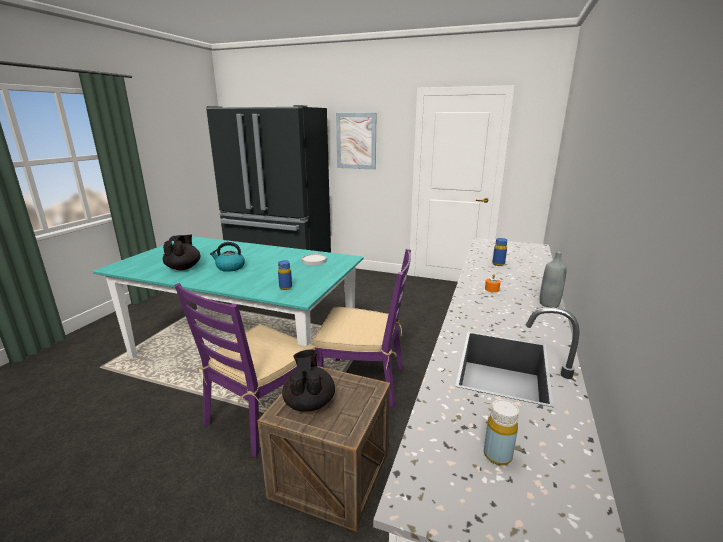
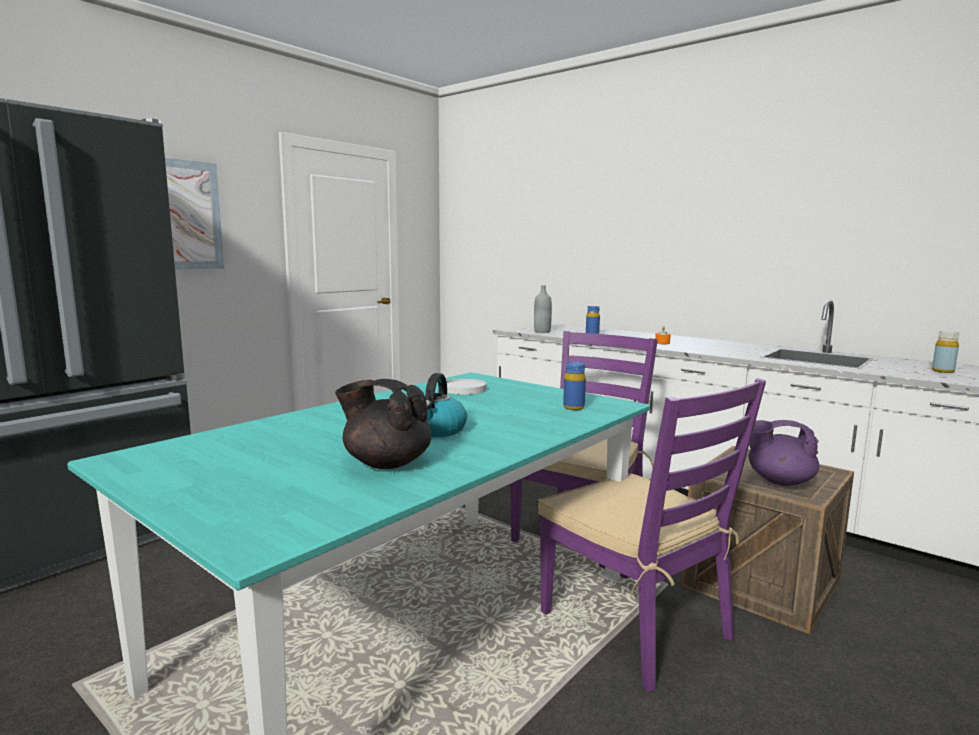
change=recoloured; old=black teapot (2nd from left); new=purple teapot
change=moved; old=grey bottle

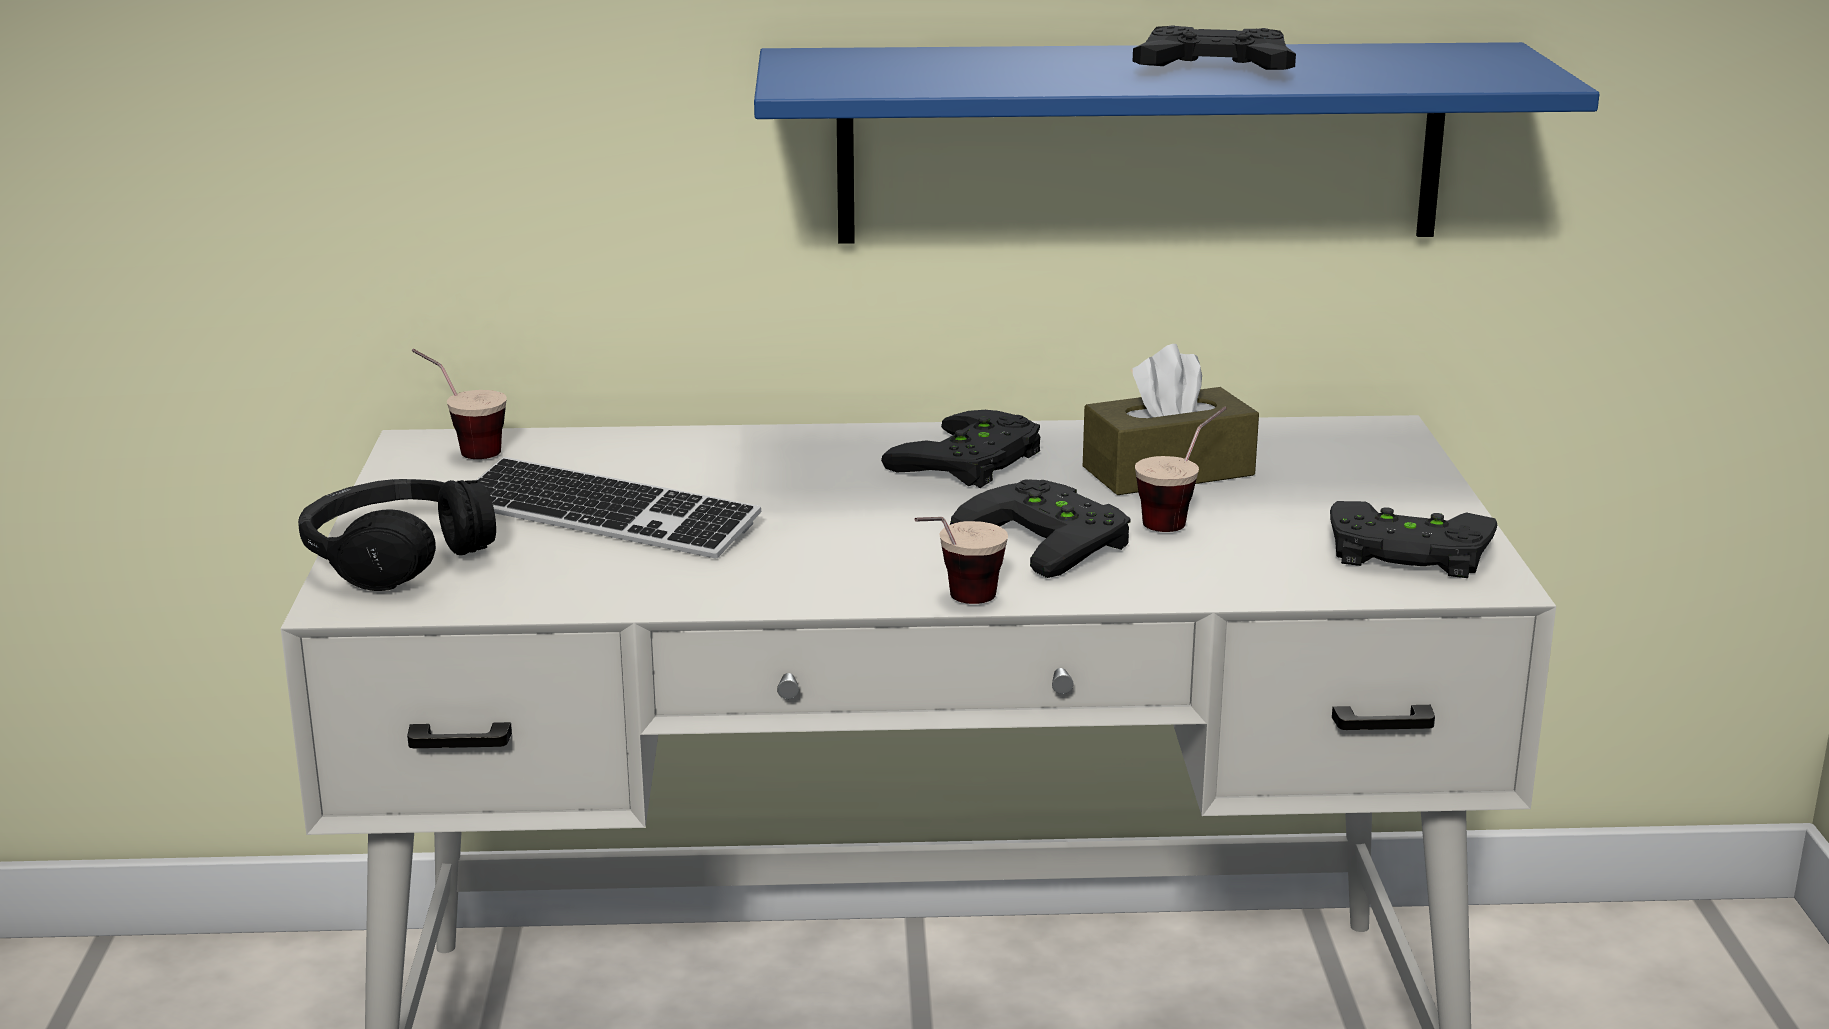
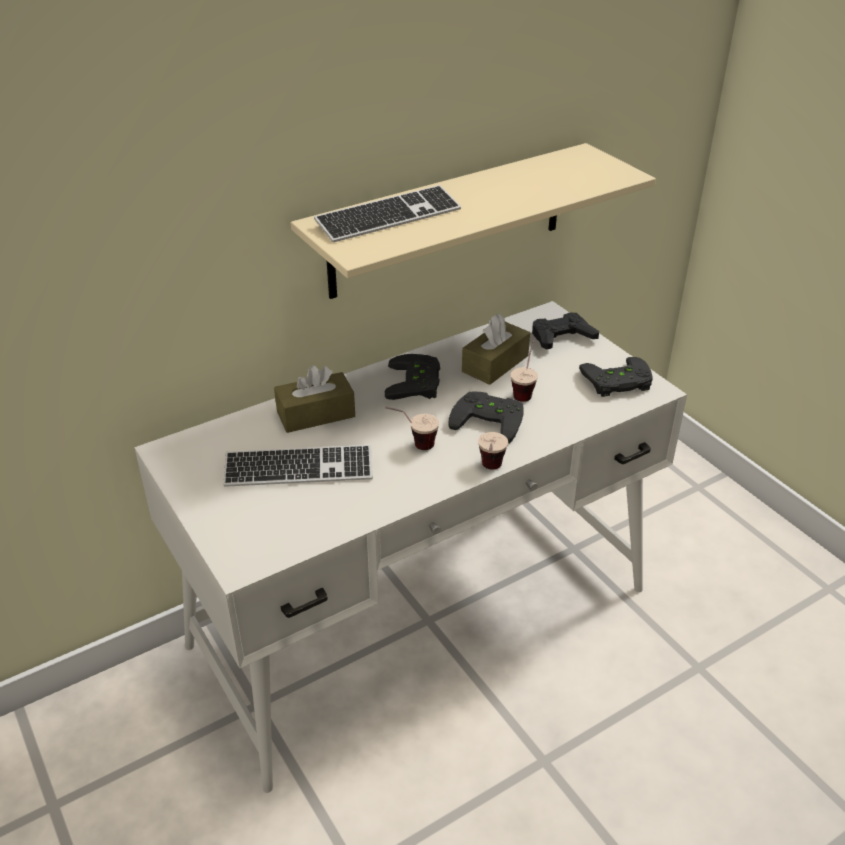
change=removed; old=black headphones
change=moved; old=cup (1st from left)
change=recoloured; old=blue shelf; new=beige shelf
change=moved; old=black game controller (3rd from left)
change=added; new=brown tissue box (1st from left)
change=added; new=keyboard (2nd from left)

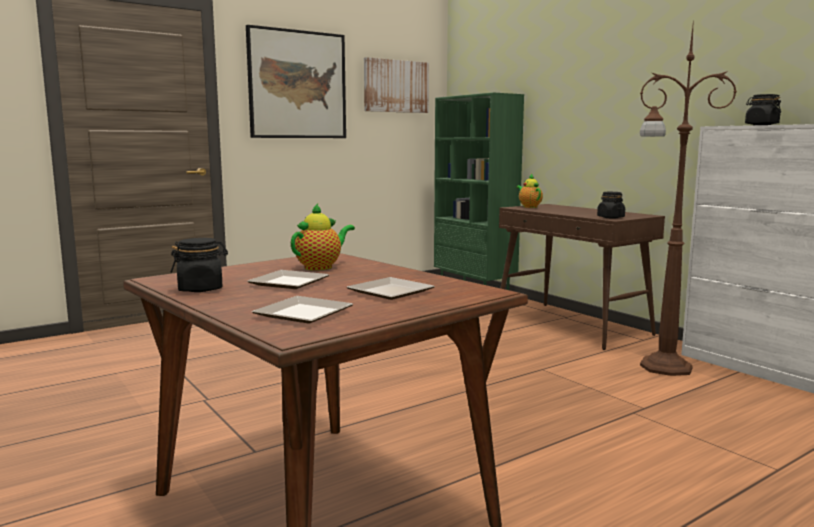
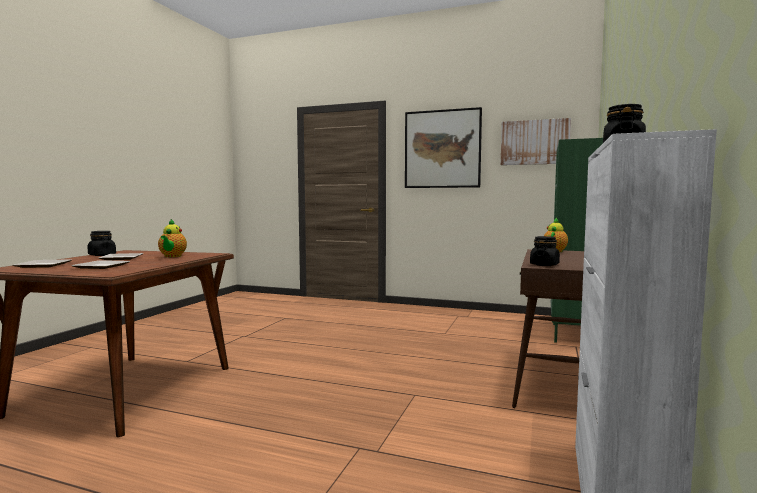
change=turned; old=teapot (1st from left); degrees=75
change=removed; old=brown floor lamp

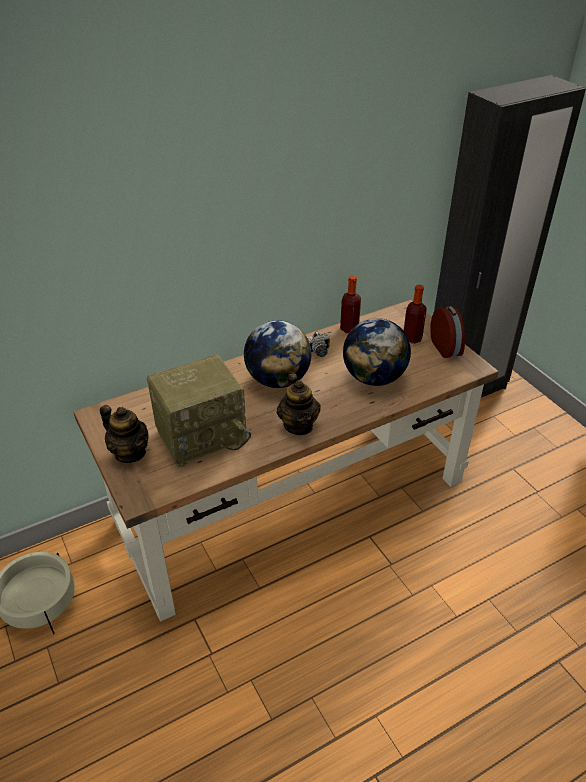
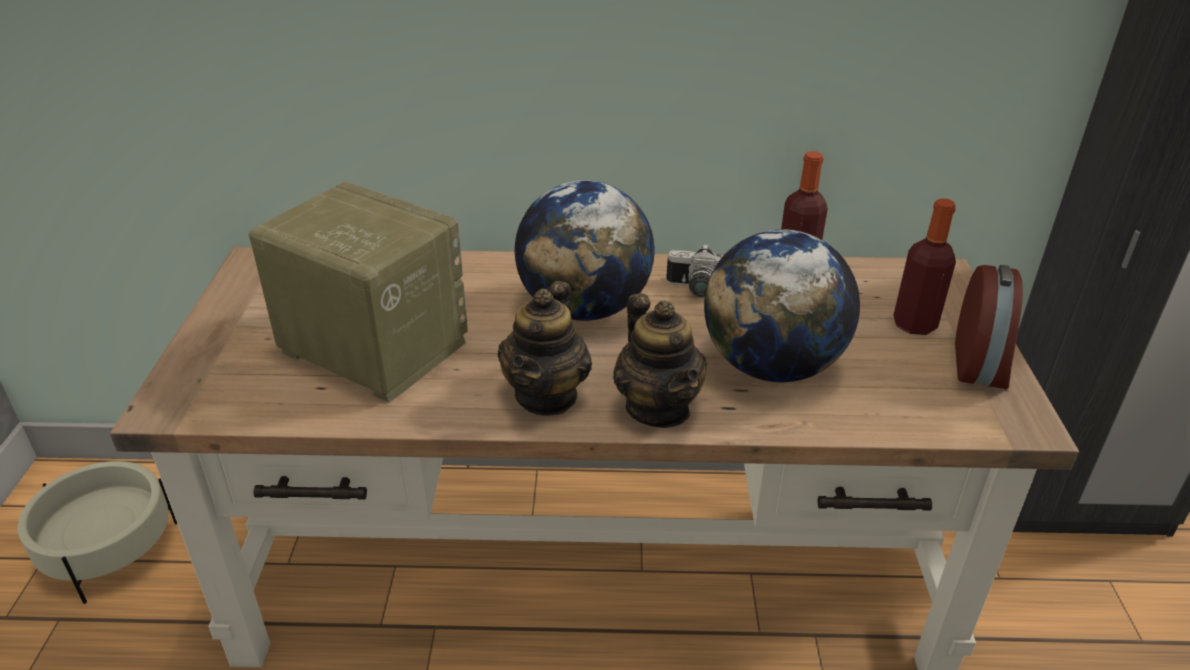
change=moved; old=teapot (1st from left in the first image); new=teapot (2nd from left)
change=turned; old=radio; degrees=-150

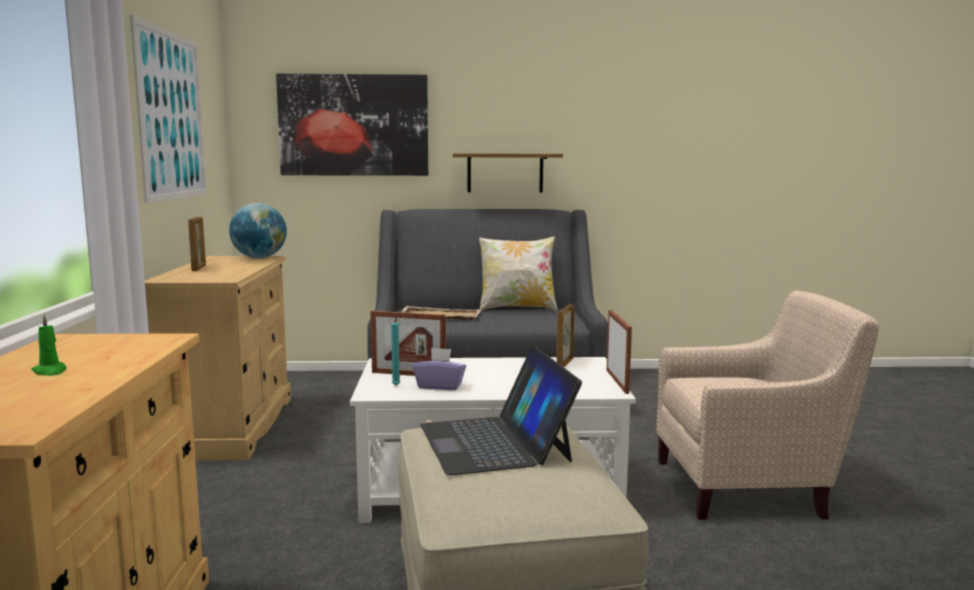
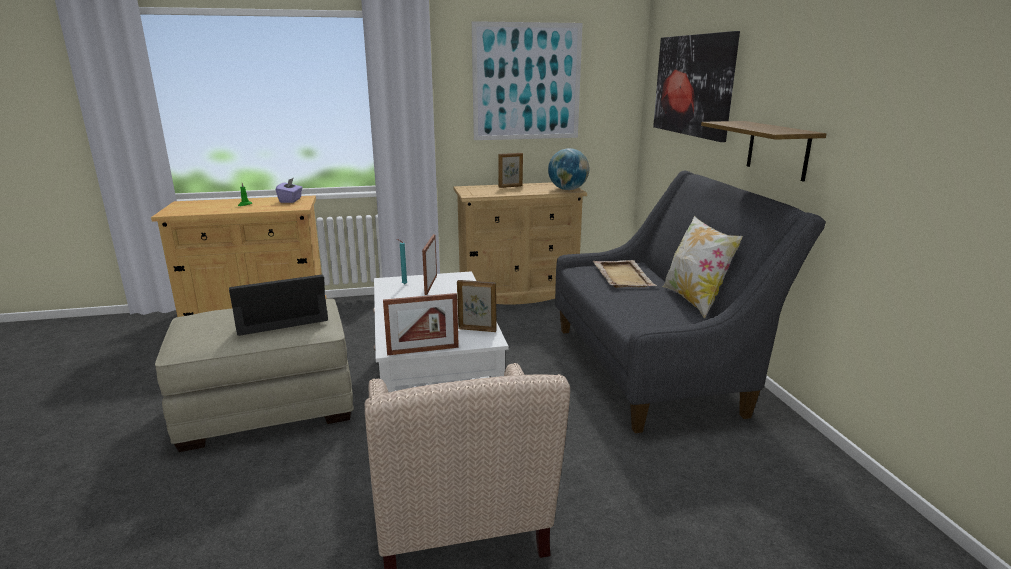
change=moved; old=purple tissue box

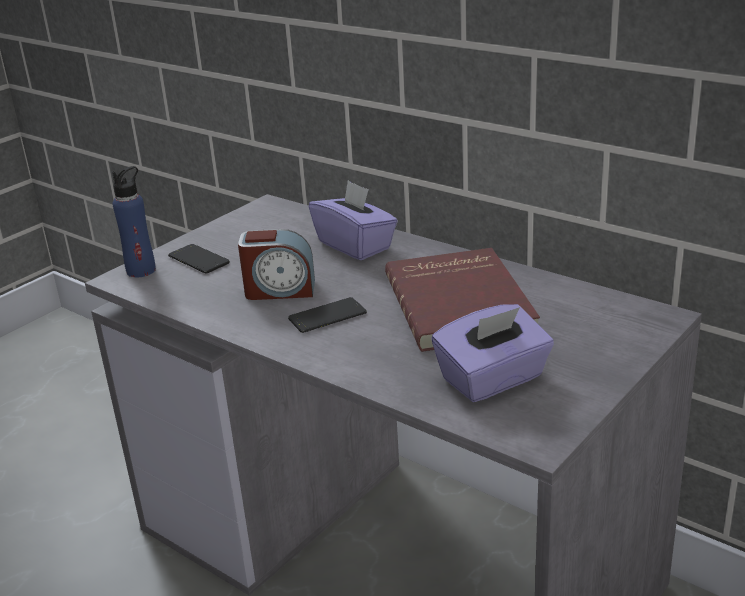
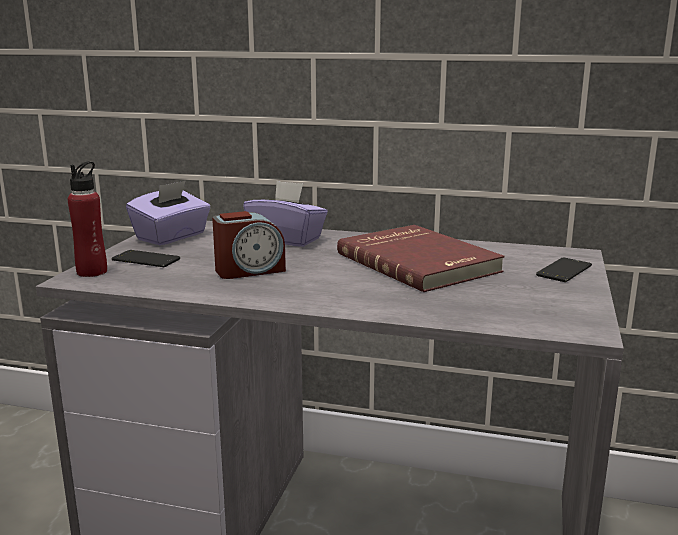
change=recoloured; old=blue bottle; new=red bottle
change=moved; old=phone (2nd from left)
change=moved; old=purple tissue box (2nd from left in the first image); new=purple tissue box (1st from left)

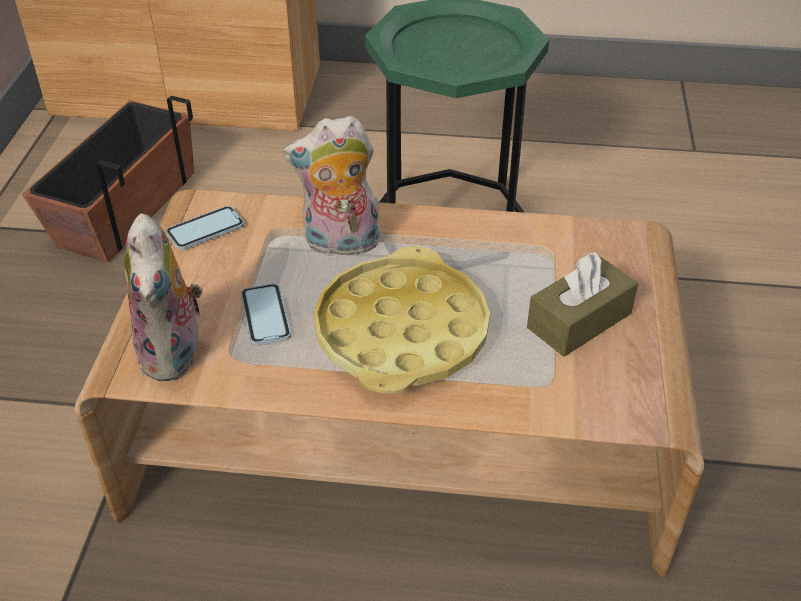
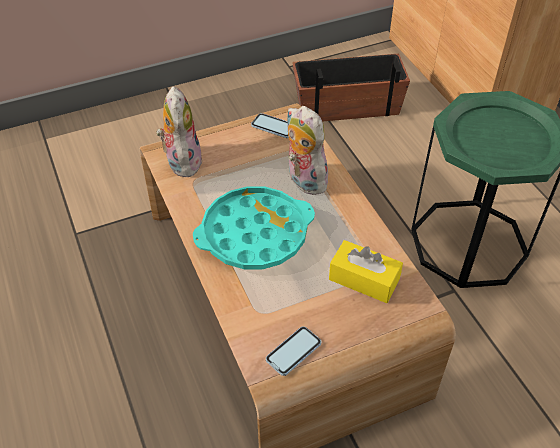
change=turned; old=plush toy (1st from left); degrees=120
change=moved; old=phone (2nd from left)
change=recoloured; old=yellow tray; new=turquoise tray
change=removed; old=brown tissue box
change=added; new=yellow tissue box

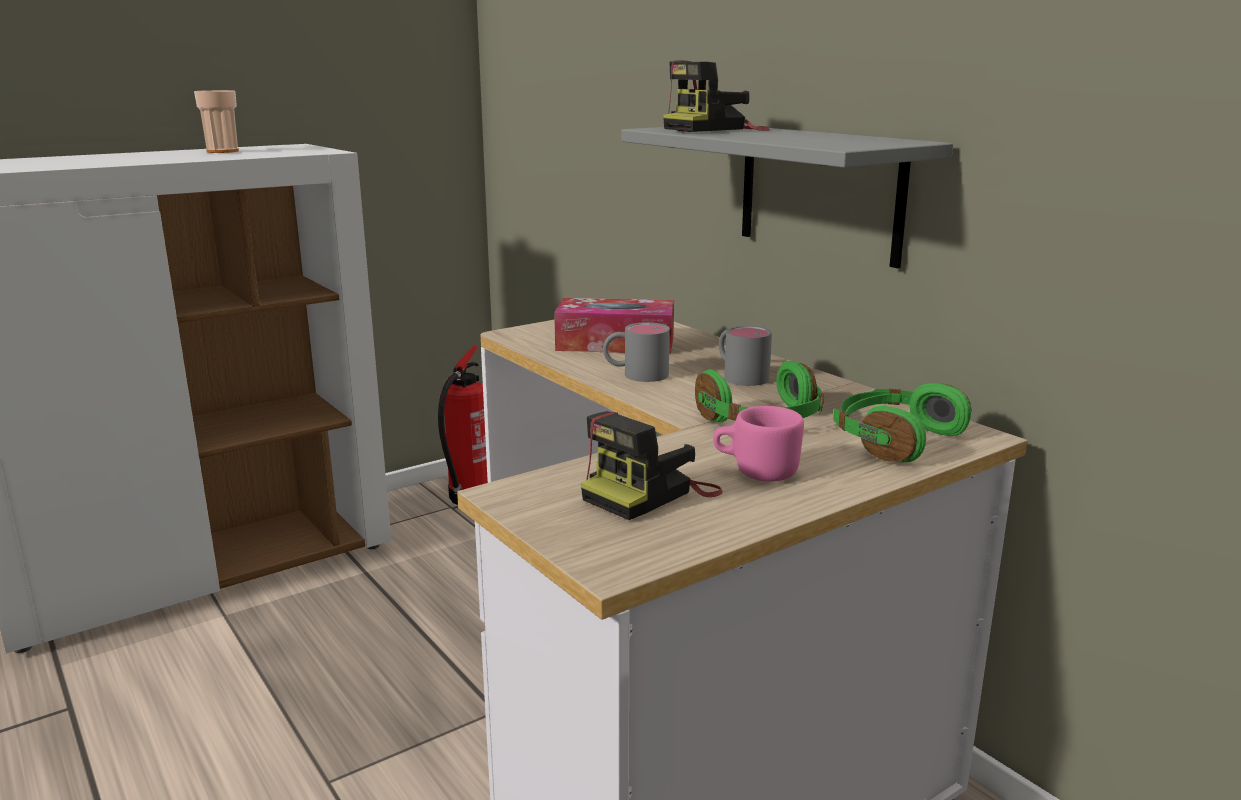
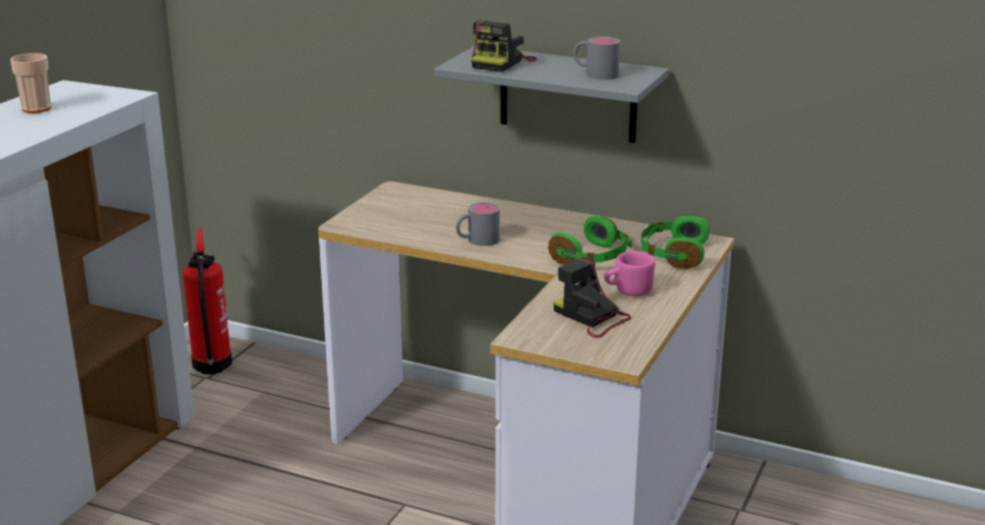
change=removed; old=tissue box
change=turned; old=photo camera (1st from left in the first image); degrees=120
change=moved; old=grey mug (2nd from left)

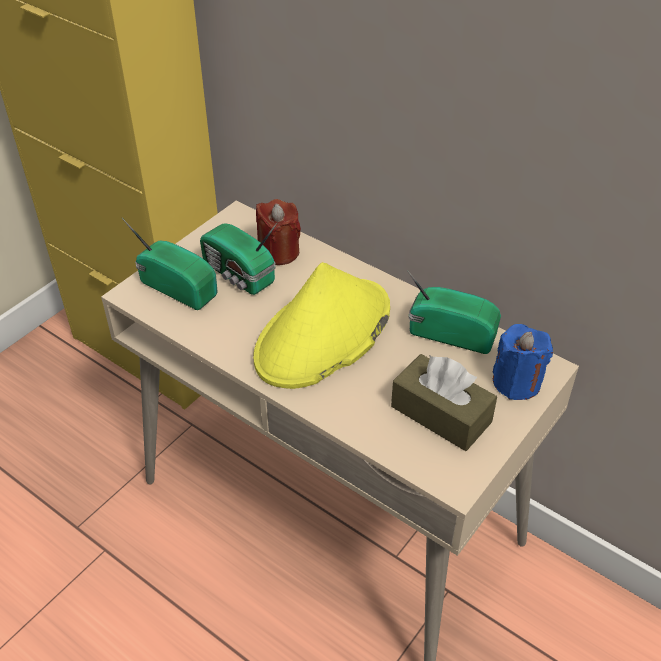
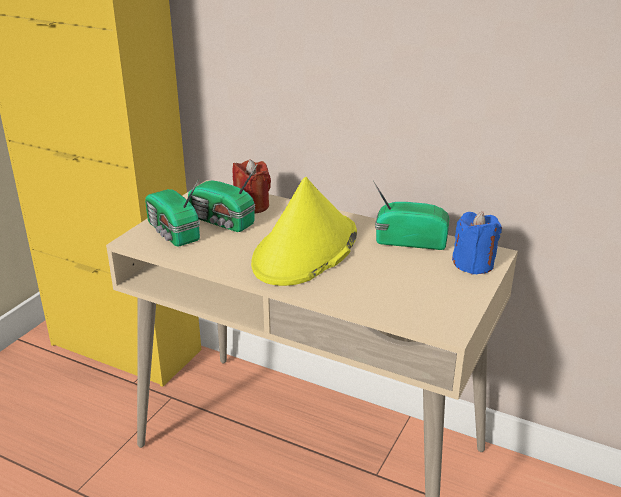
change=turned; old=radio (1st from left); degrees=-150
change=removed; old=brown tissue box

